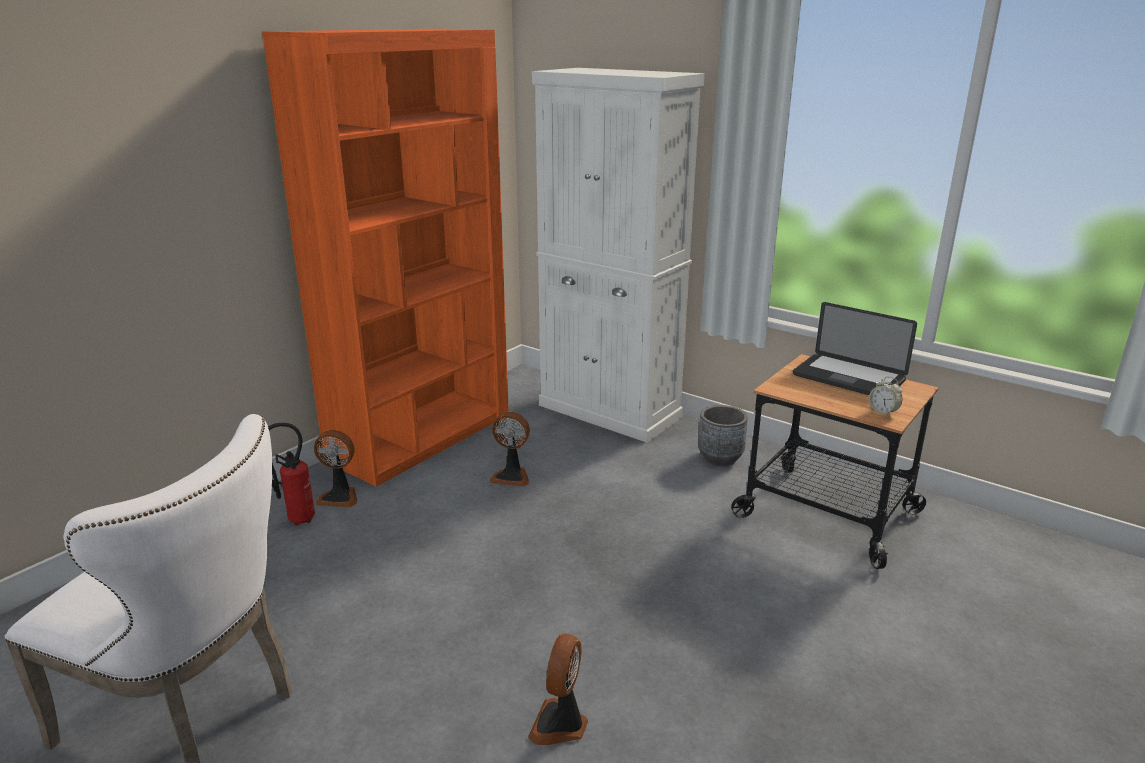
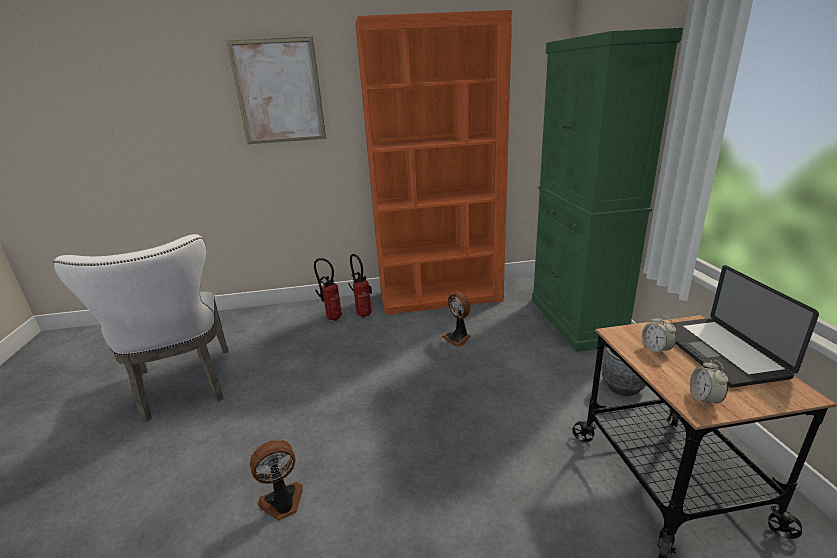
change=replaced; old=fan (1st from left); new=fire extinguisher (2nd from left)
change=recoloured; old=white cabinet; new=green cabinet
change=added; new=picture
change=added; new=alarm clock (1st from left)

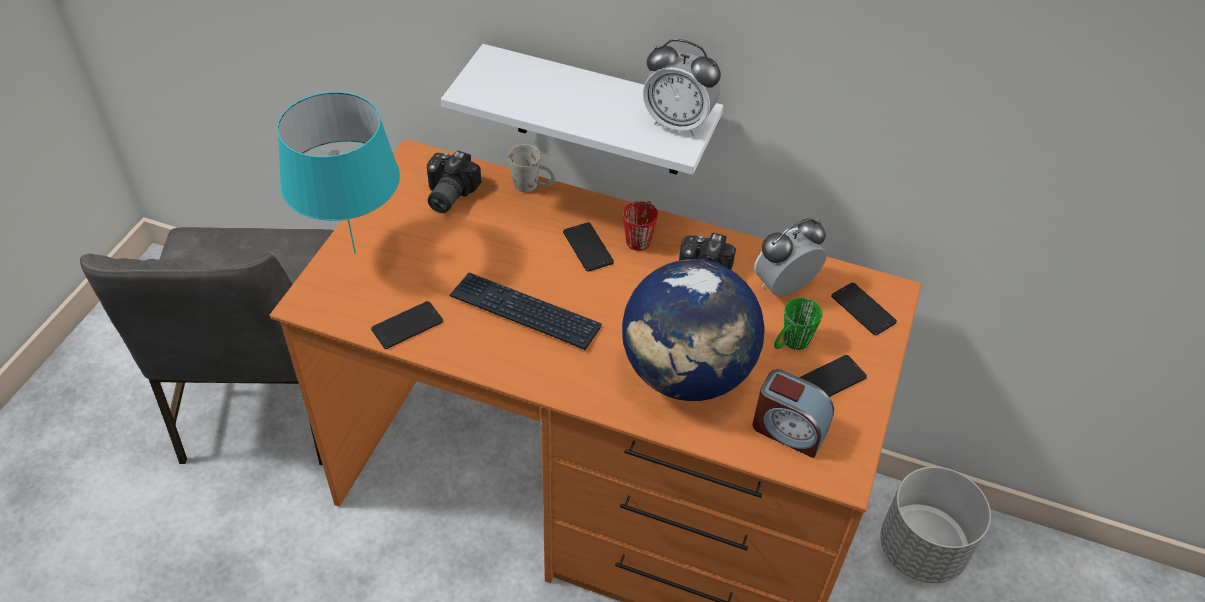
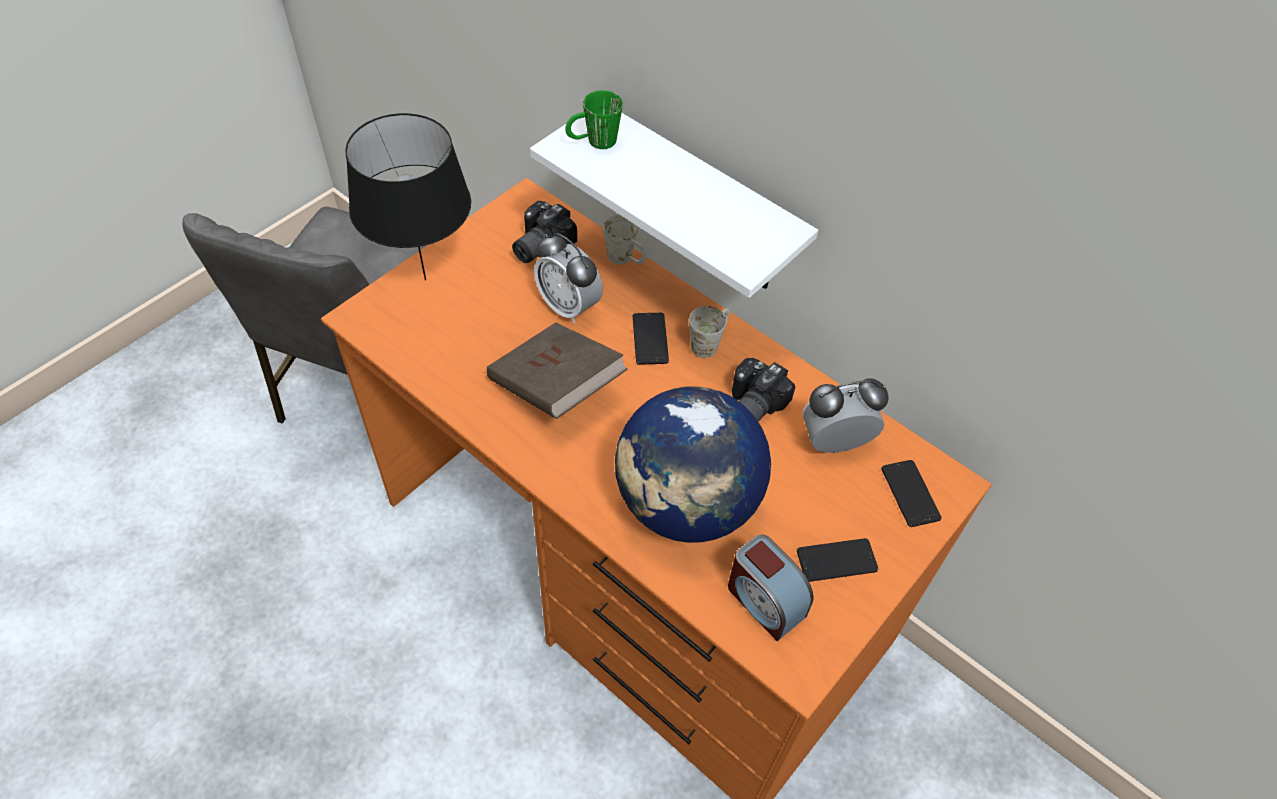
change=recoloured; old=turquoise table lamp; new=black table lamp
change=removed; old=phone (1st from left)
change=replaced; old=keyboard; new=brown book
change=recoloured; old=red mug; new=white mug (2nd from left)
change=moved; old=alarm clock (1st from left)
change=moved; old=green mug
change=removed; old=grey planter

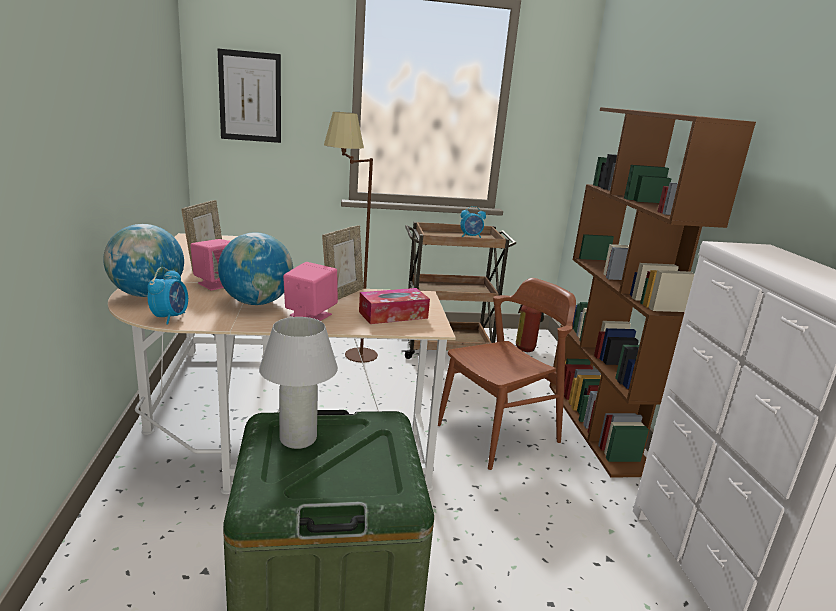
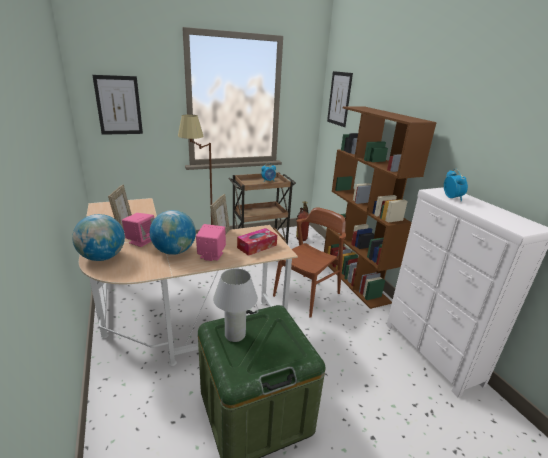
change=moved; old=alarm clock (1st from left in the first image); new=alarm clock (2nd from left)
change=added; new=picture (2nd from left)

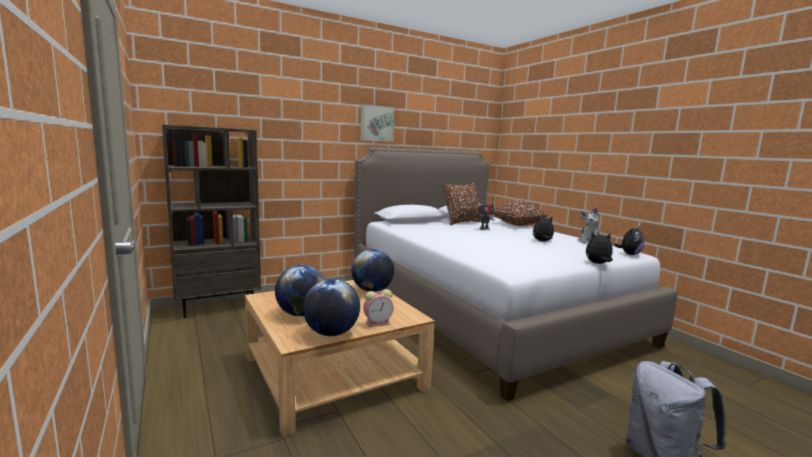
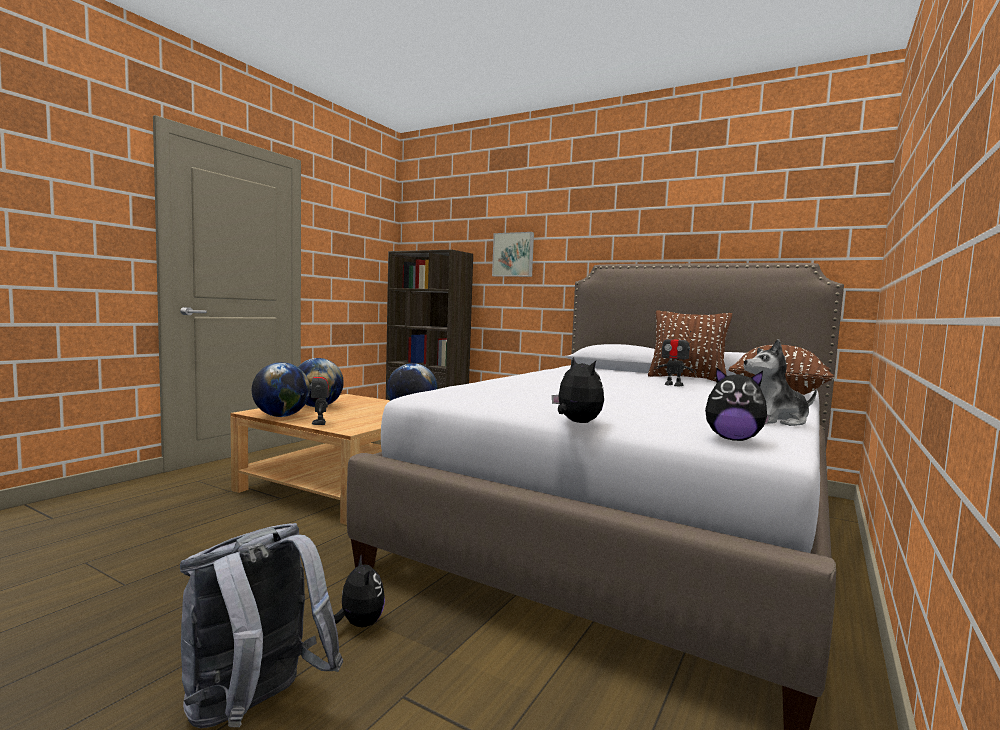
change=moved; old=picture
change=replaced; old=alarm clock; new=toy robot (1st from left)
change=moved; old=plush toy (1st from left)

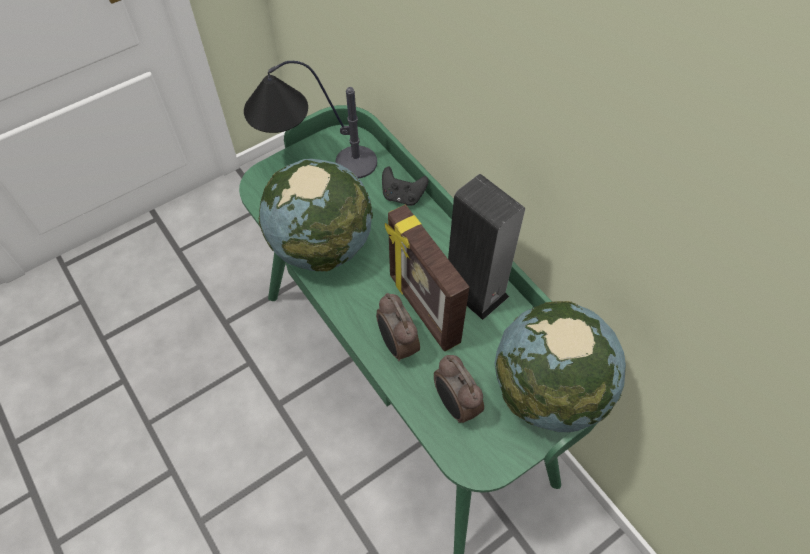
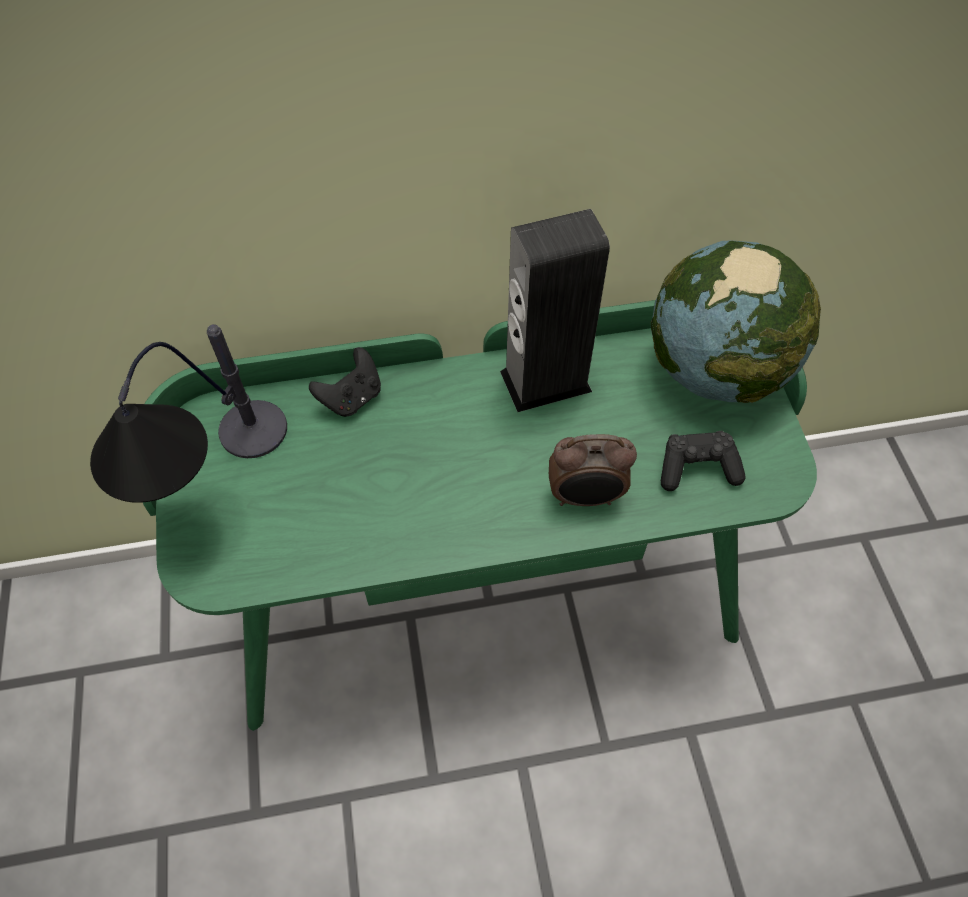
change=removed; old=globe (1st from left)
change=removed; old=picture frame
change=replaced; old=alarm clock (2nd from left); new=black game controller (2nd from left)

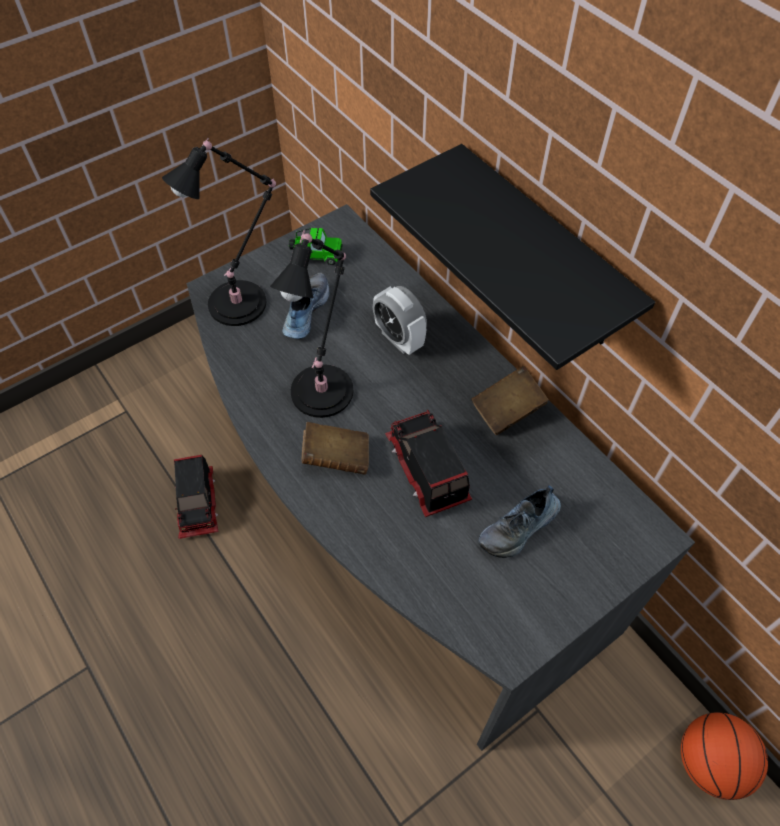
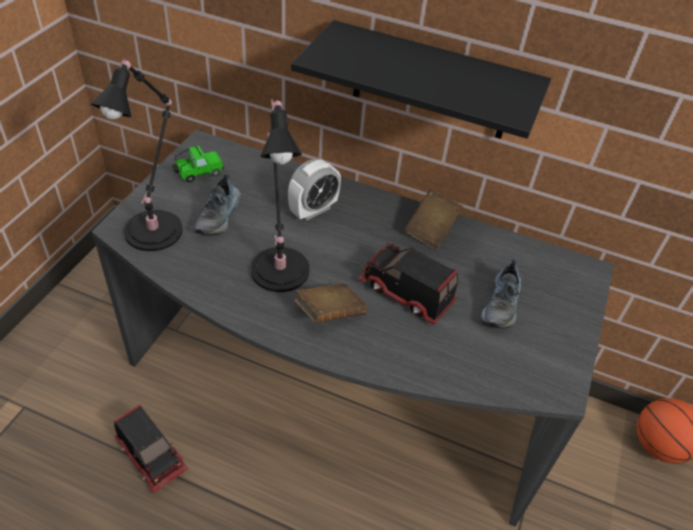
change=turned; old=shoe (1st from left); degrees=-150
change=turned; old=alarm clock; degrees=-60

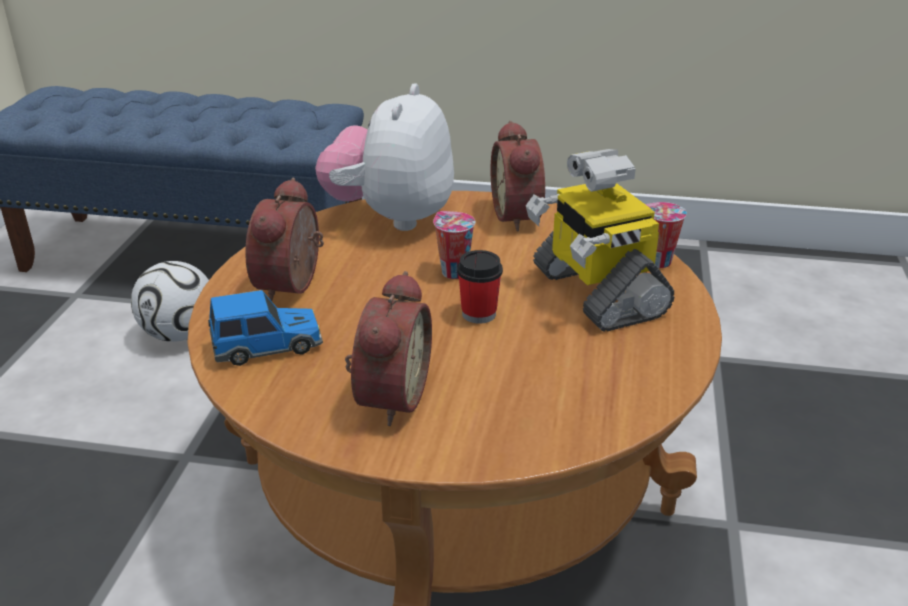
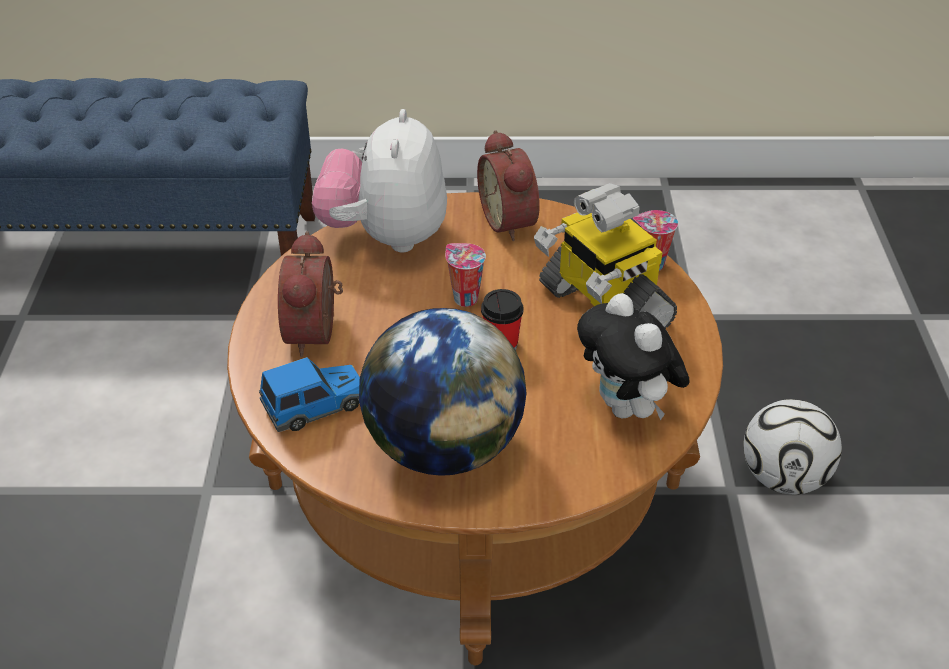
change=moved; old=football
change=replaced; old=alarm clock (2nd from left); new=globe
change=added; new=plush toy (2nd from left)

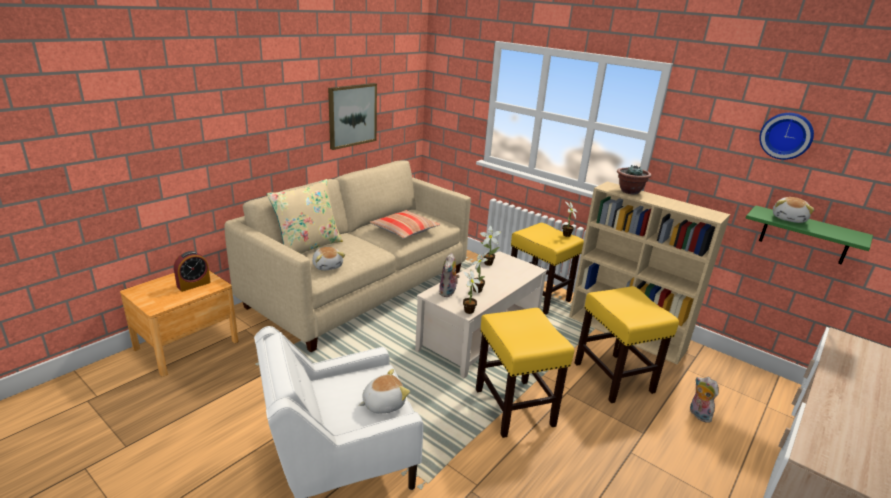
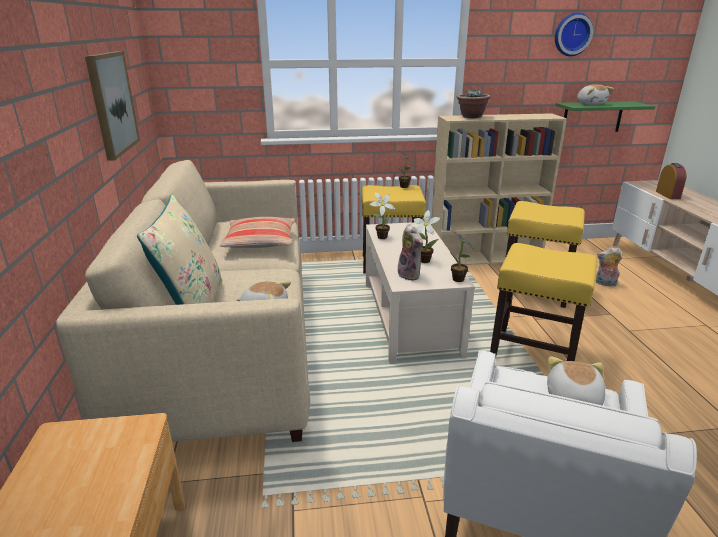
change=moved; old=alarm clock

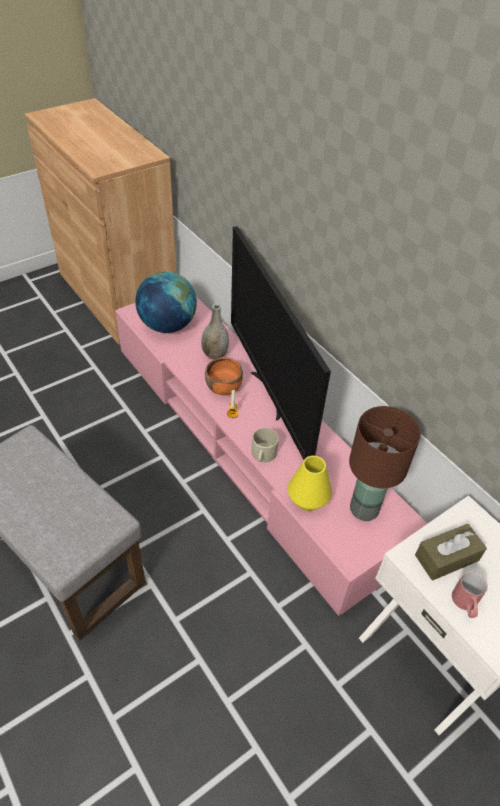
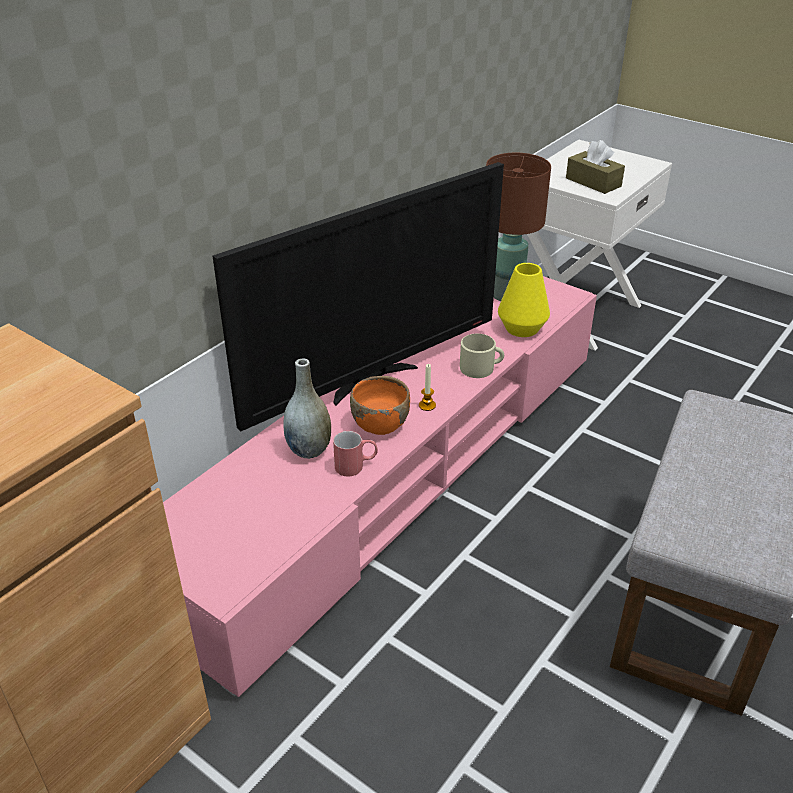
change=removed; old=globe
change=moved; old=red mug

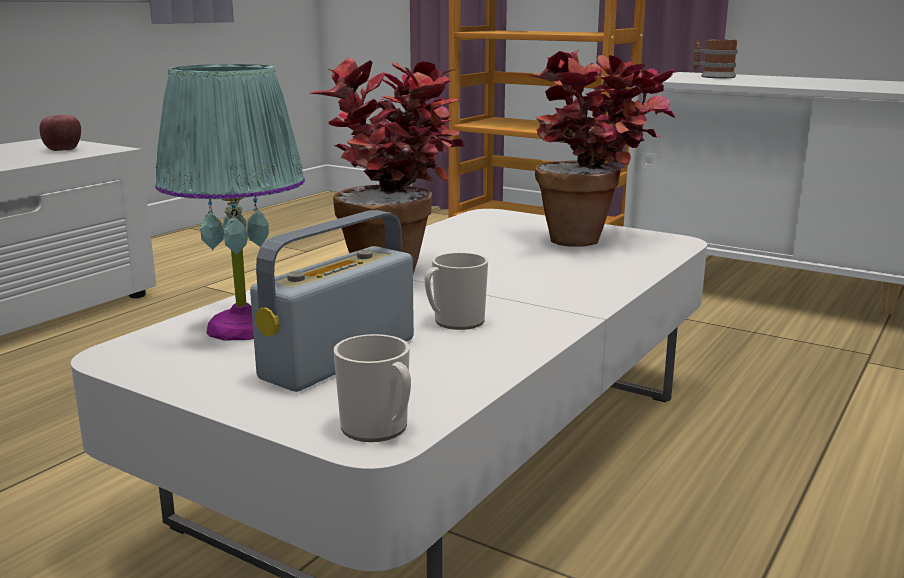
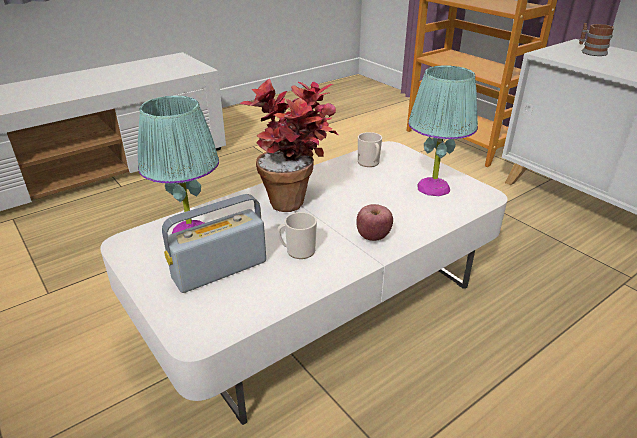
change=moved; old=apple
change=moved; old=mug (1st from left in the first image); new=mug (2nd from left)
change=replaced; old=potted plant (2nd from left); new=turquoise table lamp (2nd from left)

